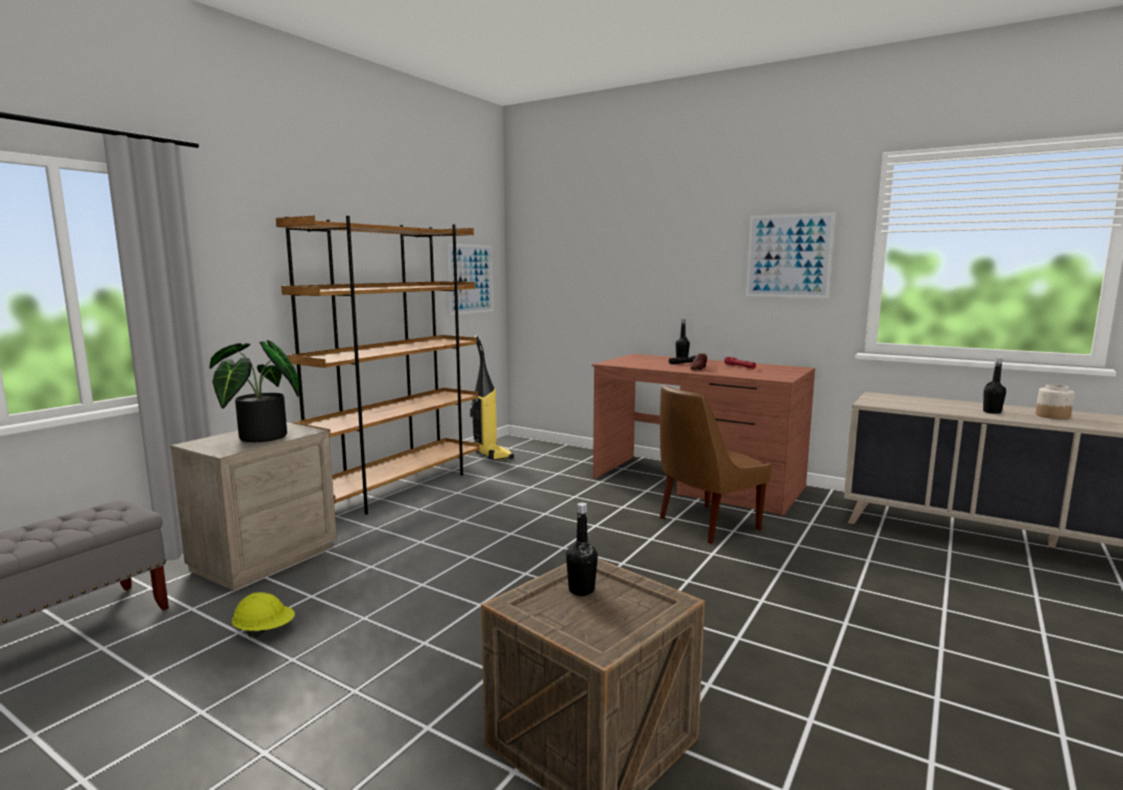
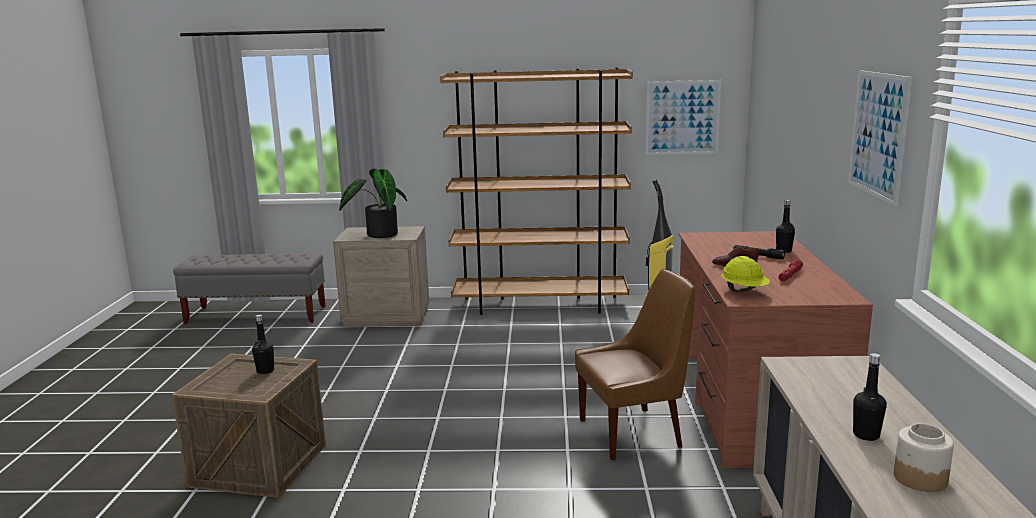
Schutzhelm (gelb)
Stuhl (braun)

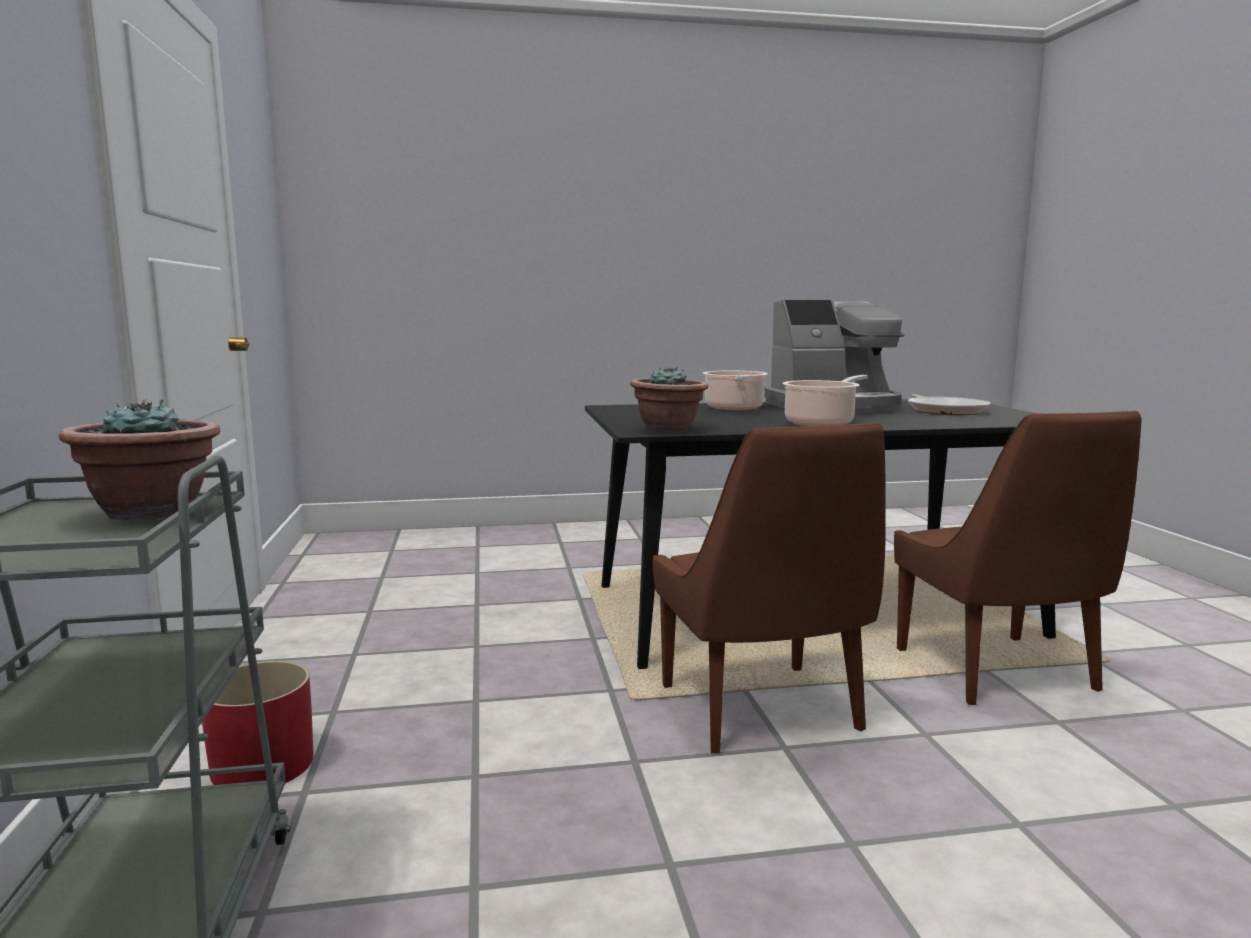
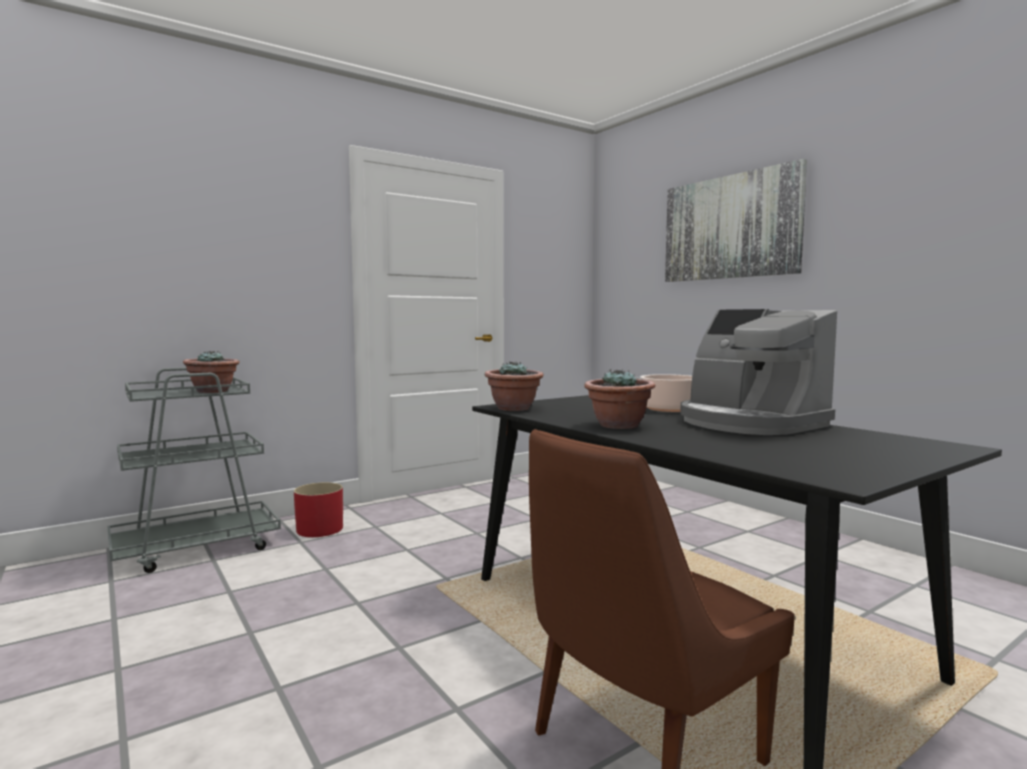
Stuhl (braun) (no. 1 from left in the first image)
Pfanne
Bild
Topfpflanze (no. 3 from left)

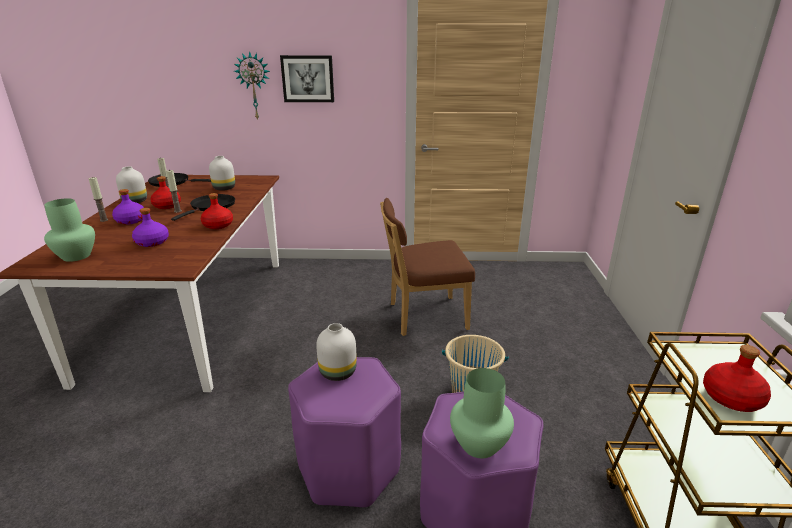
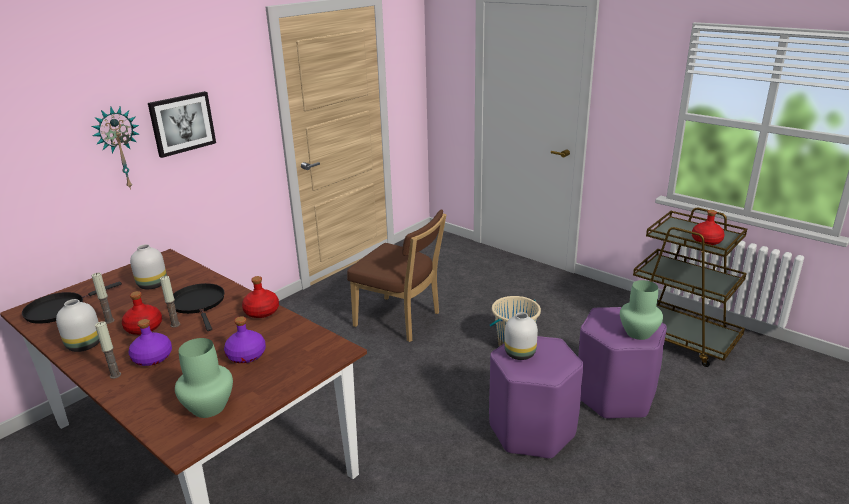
Stuhl (braun)

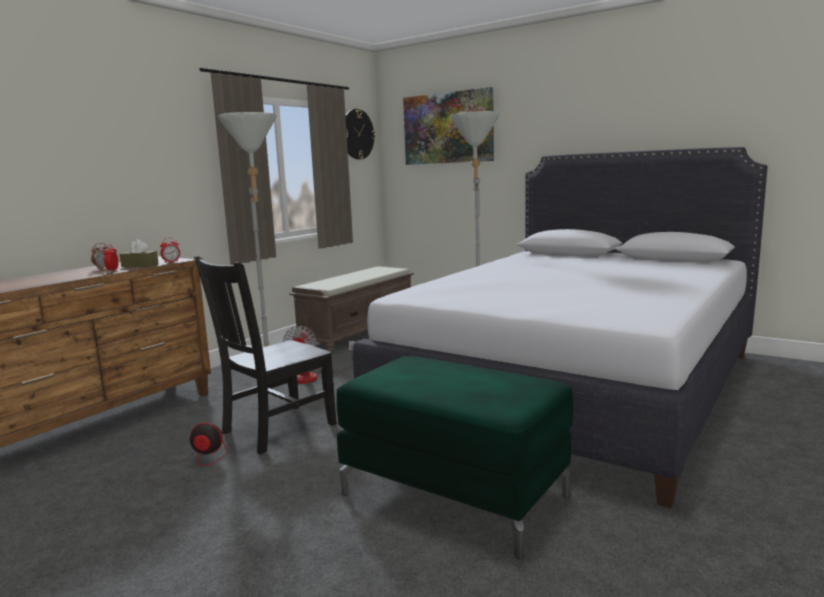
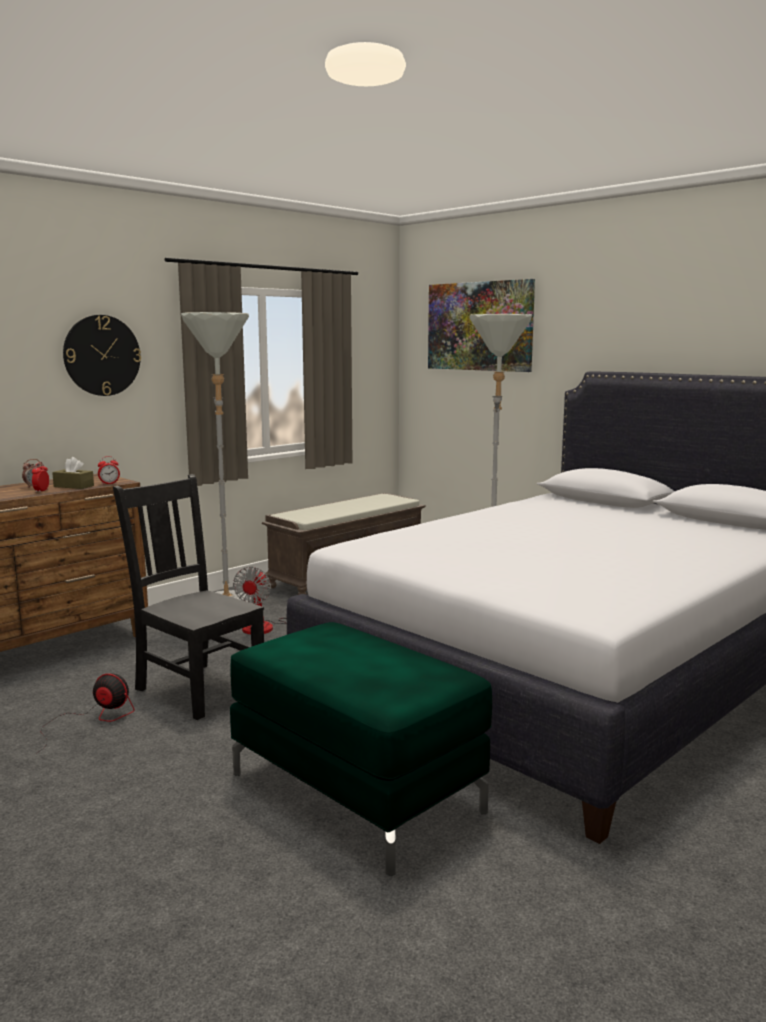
Wanduhr
Stuhl (schwarz)

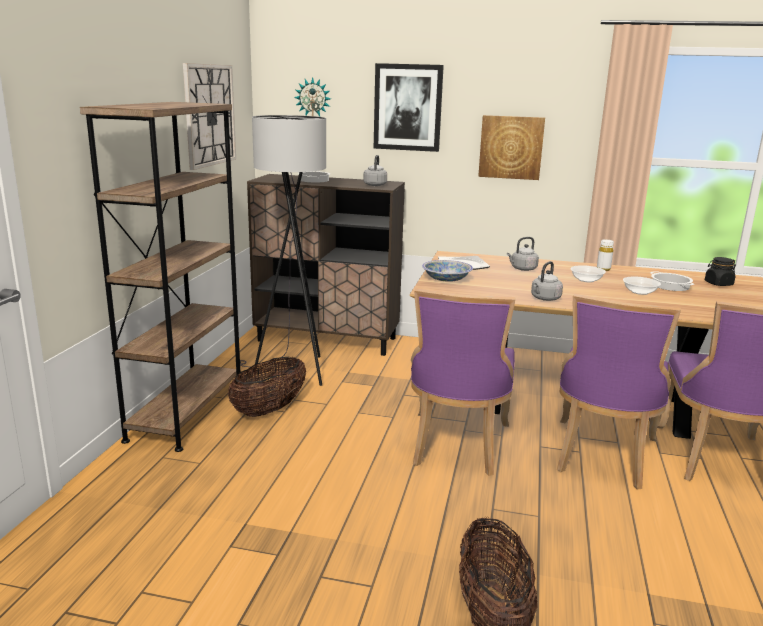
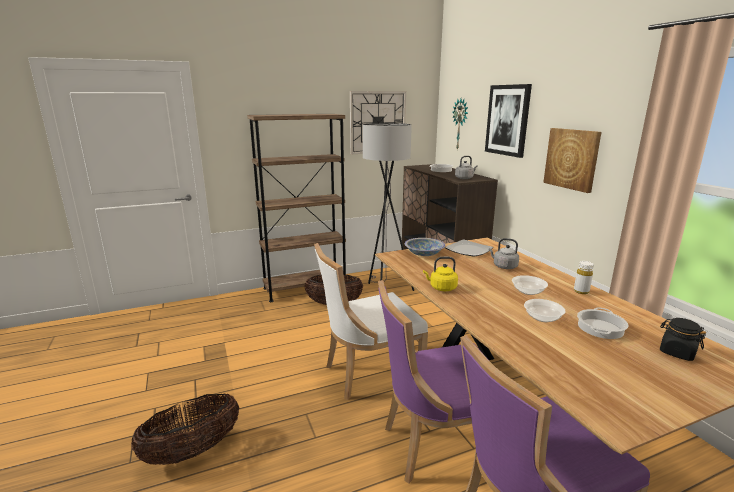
Stuhl (weiß)
Wasserkessel (gelb)

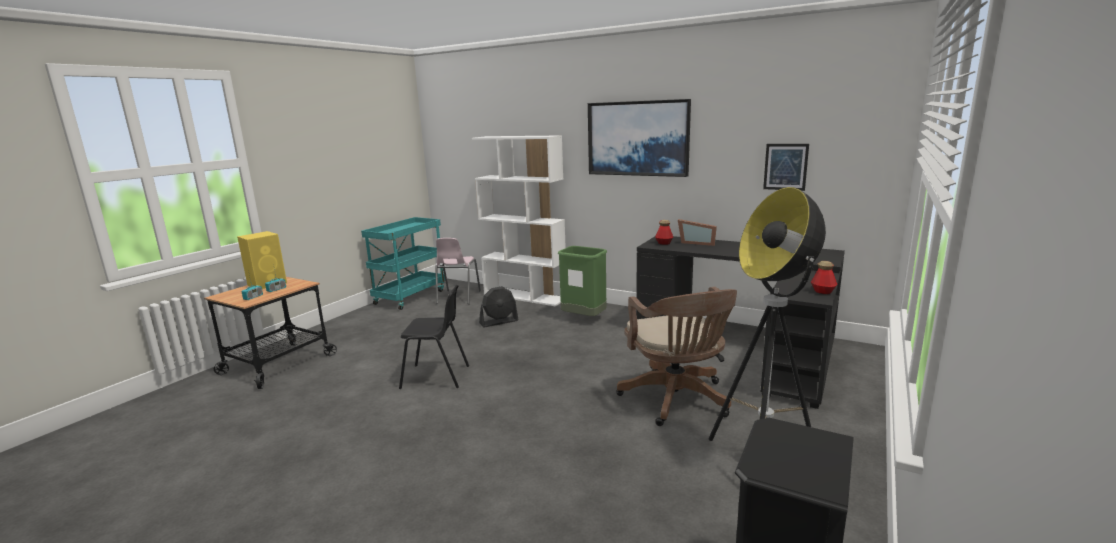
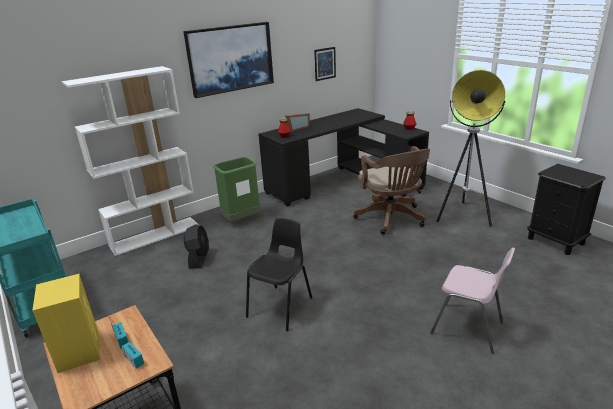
Stuhl (rosa)
Bürostuhl (braun)

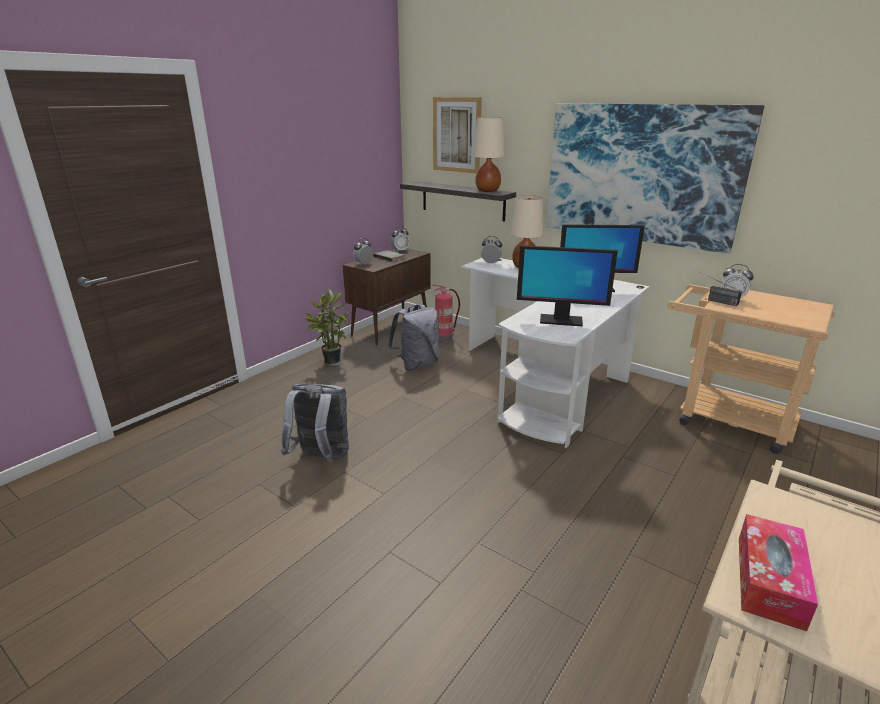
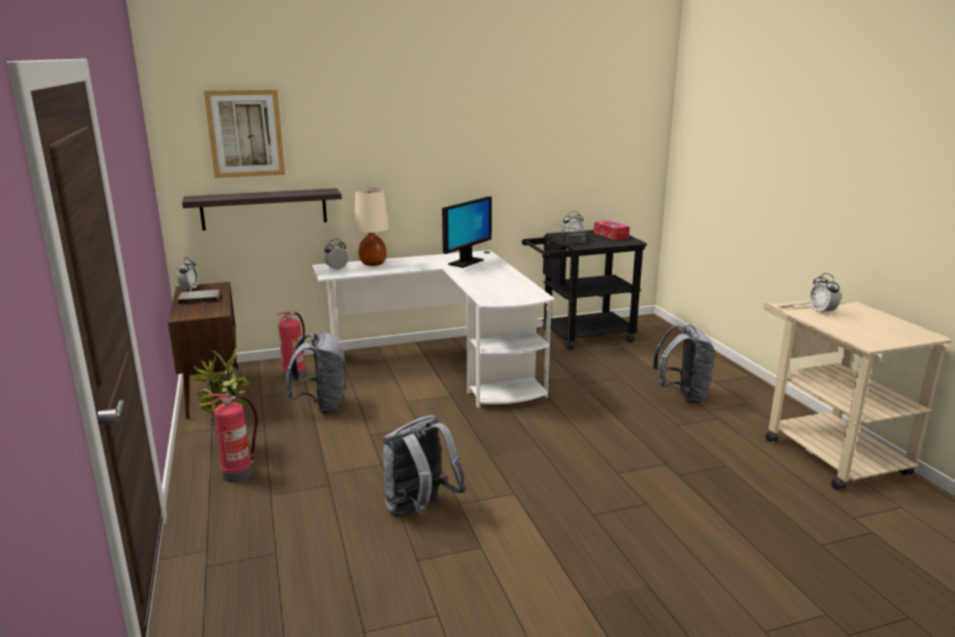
Tischlampe (beige) (no. 1 from left in the first image)
Monitor (no. 1 from left in the first image)
Bild (no. 2 from left in the first image)
Feuerlöscher (no. 1 from left)
Rucksack (grau) (no. 3 from left)
Wecker (no. 4 from left)
Taschentuchbox
Rollwagen (schwarz)

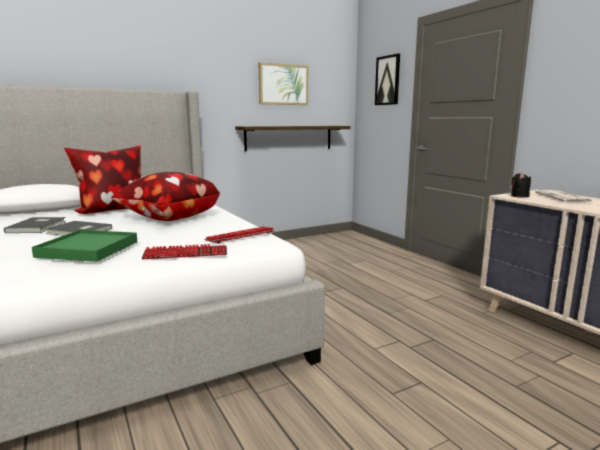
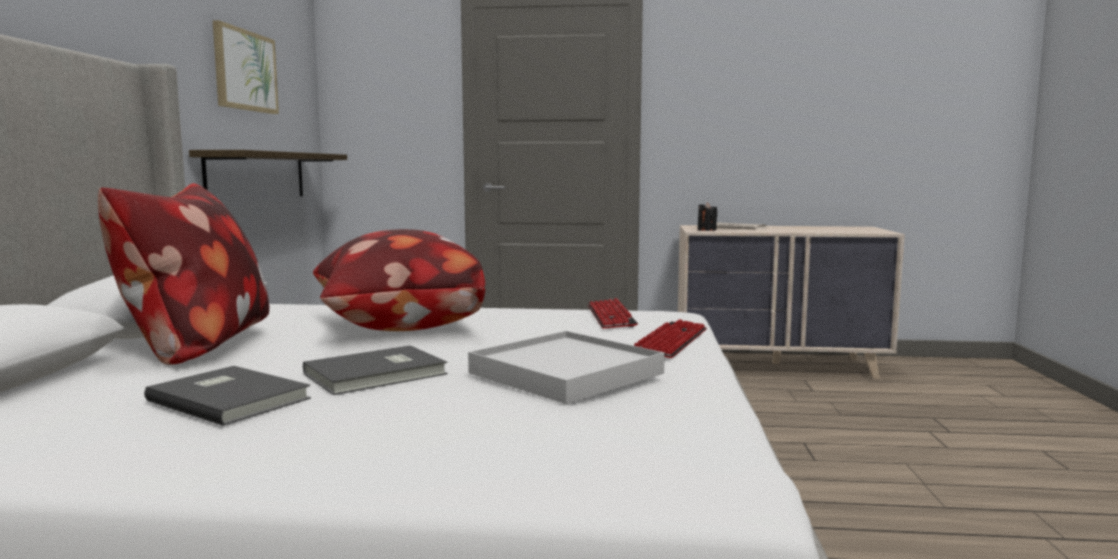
Bild (no. 2 from left in the first image)
Tablett (weiß)

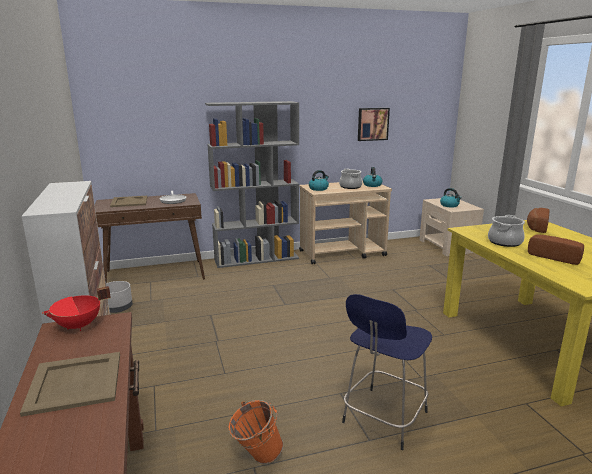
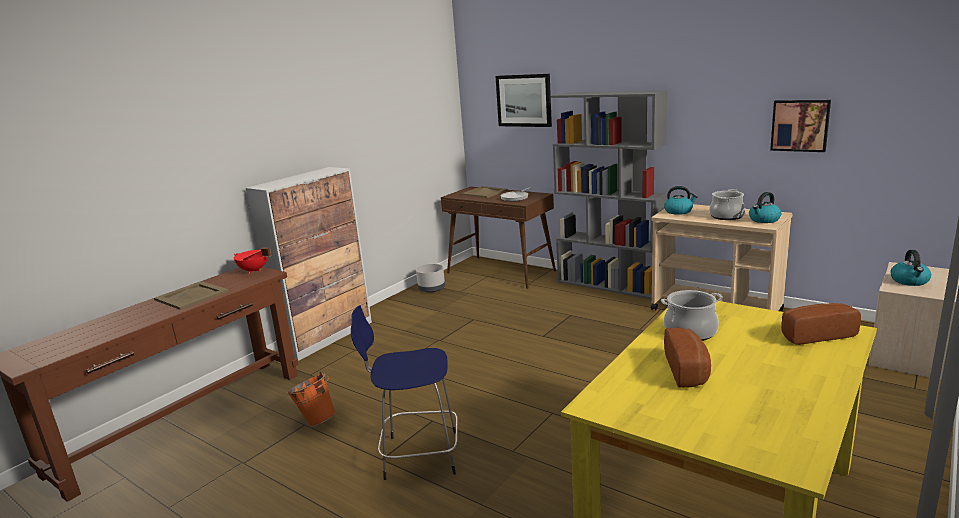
Bild (no. 1 from left)

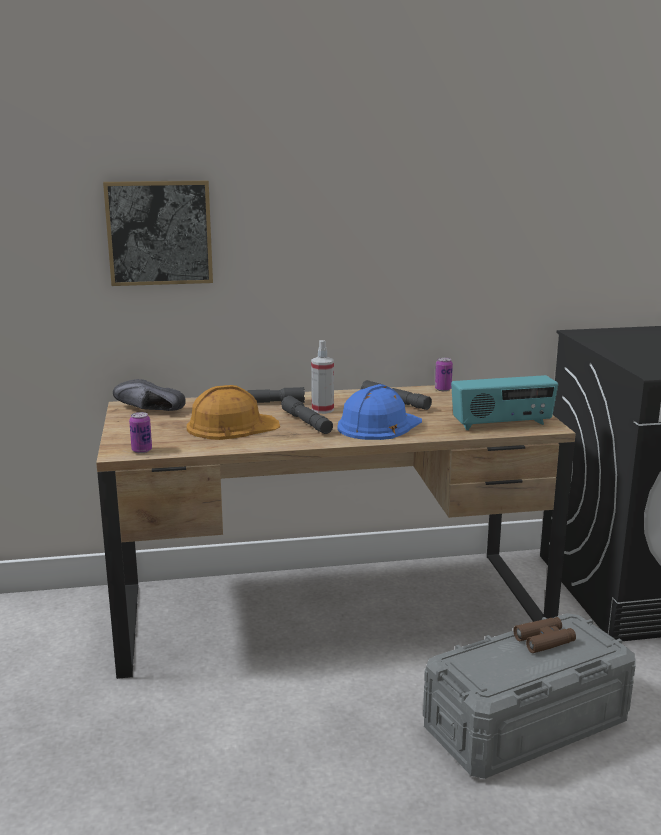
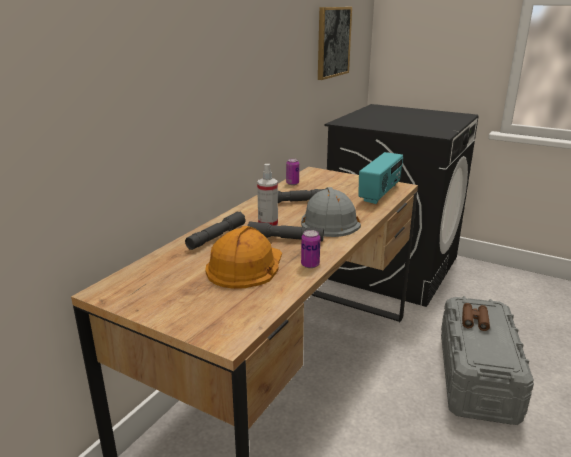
Schuh (schwarz)
Bild
Dose (no. 2 from left)
Schutzhelm (grau)

